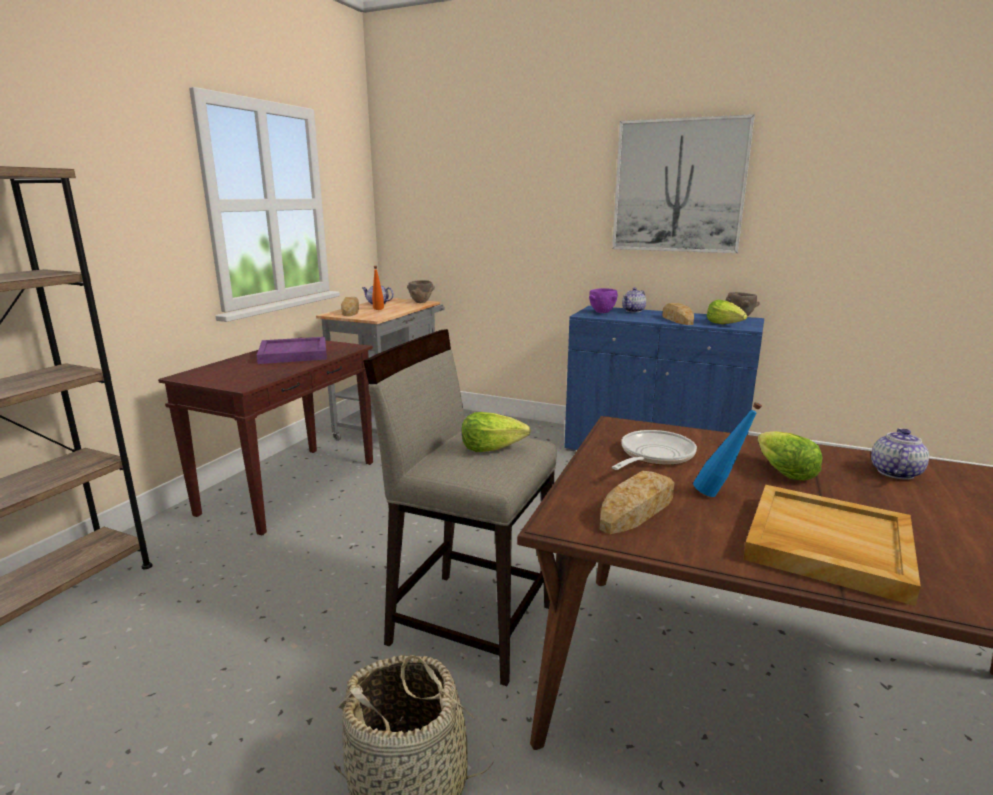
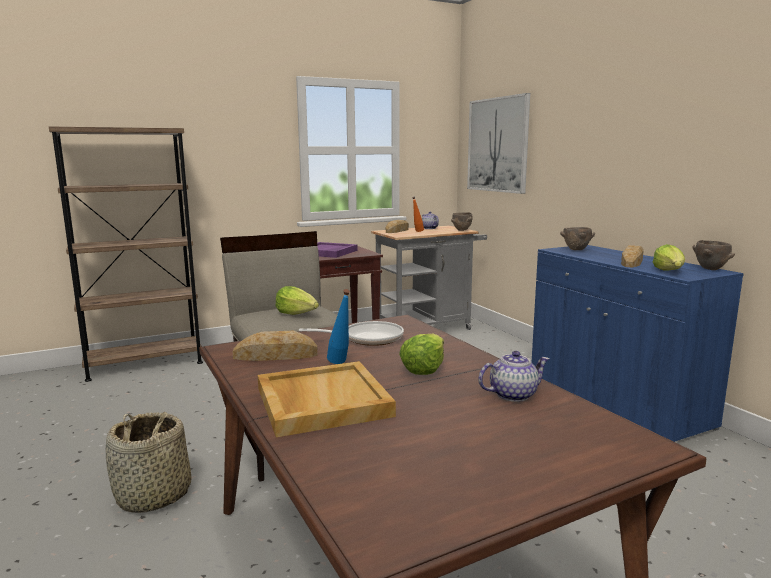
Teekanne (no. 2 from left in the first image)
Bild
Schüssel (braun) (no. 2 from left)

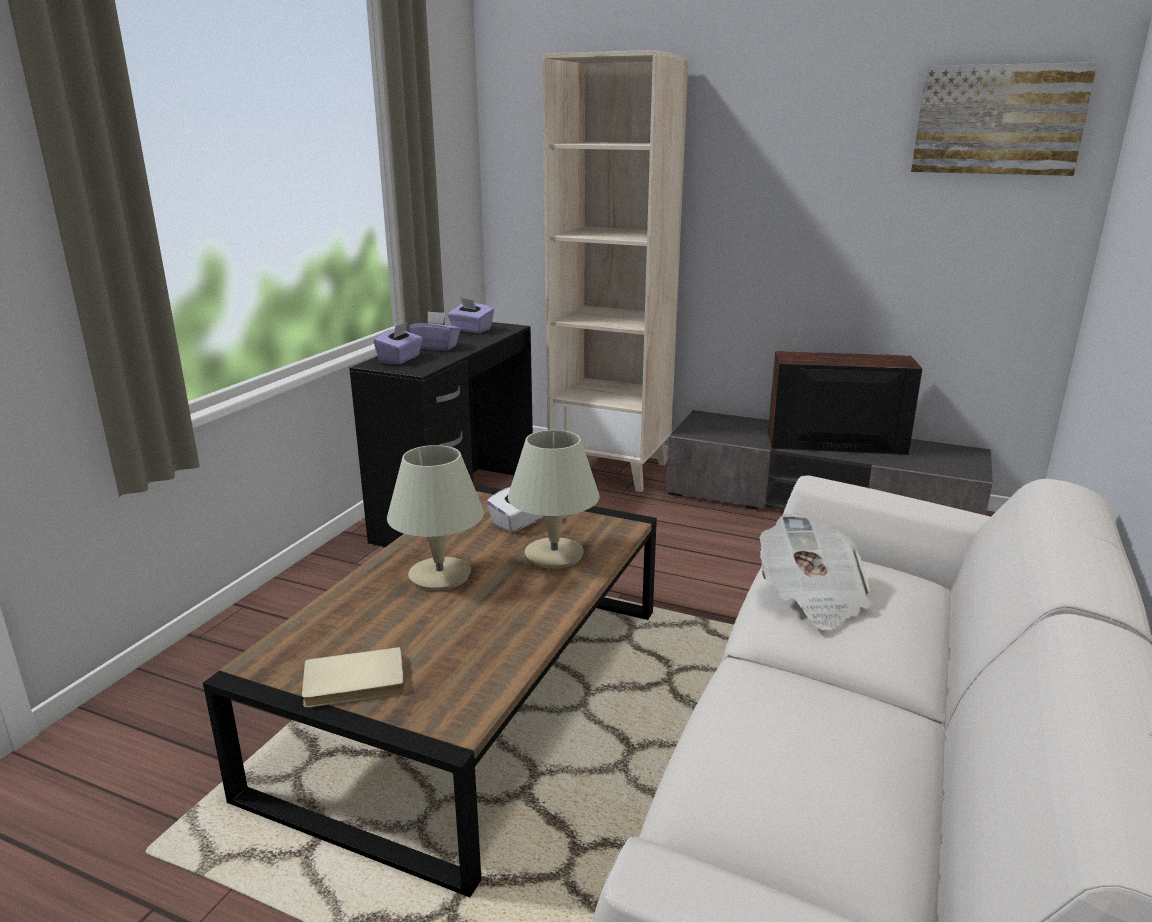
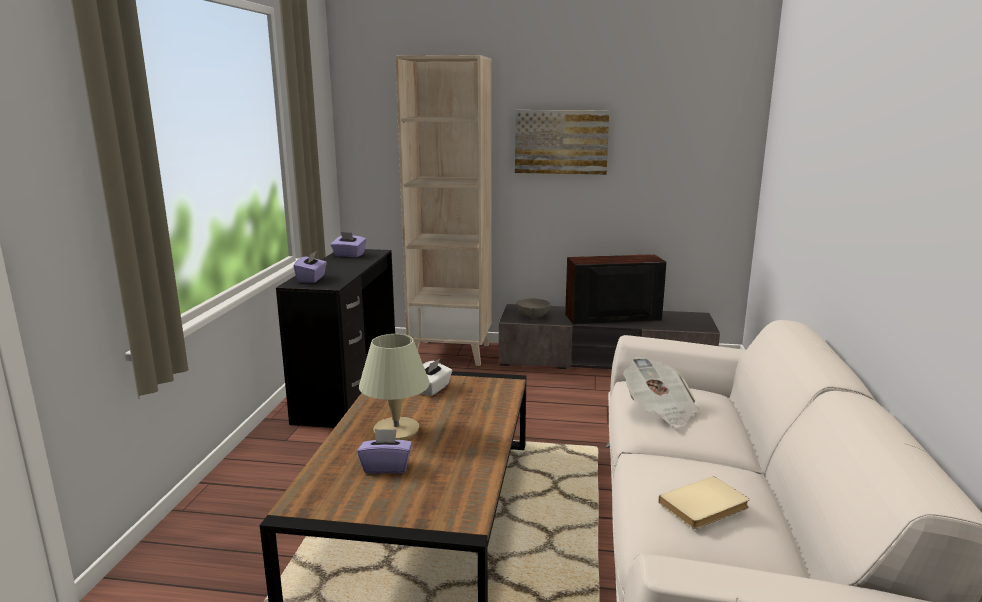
Tischlampe (beige) (no. 2 from left in the first image)
Schüssel (grau)
Buch (beige)
Taschentuchbox (lila) (no. 3 from left)
Bild

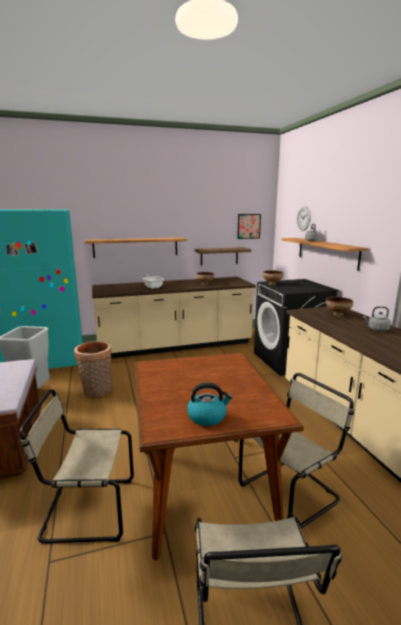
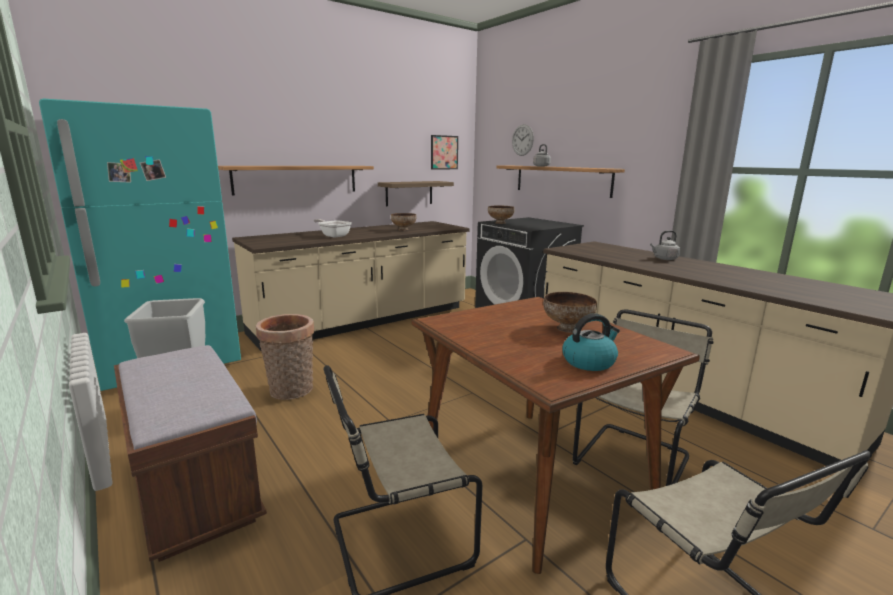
Schüssel (no. 3 from left)

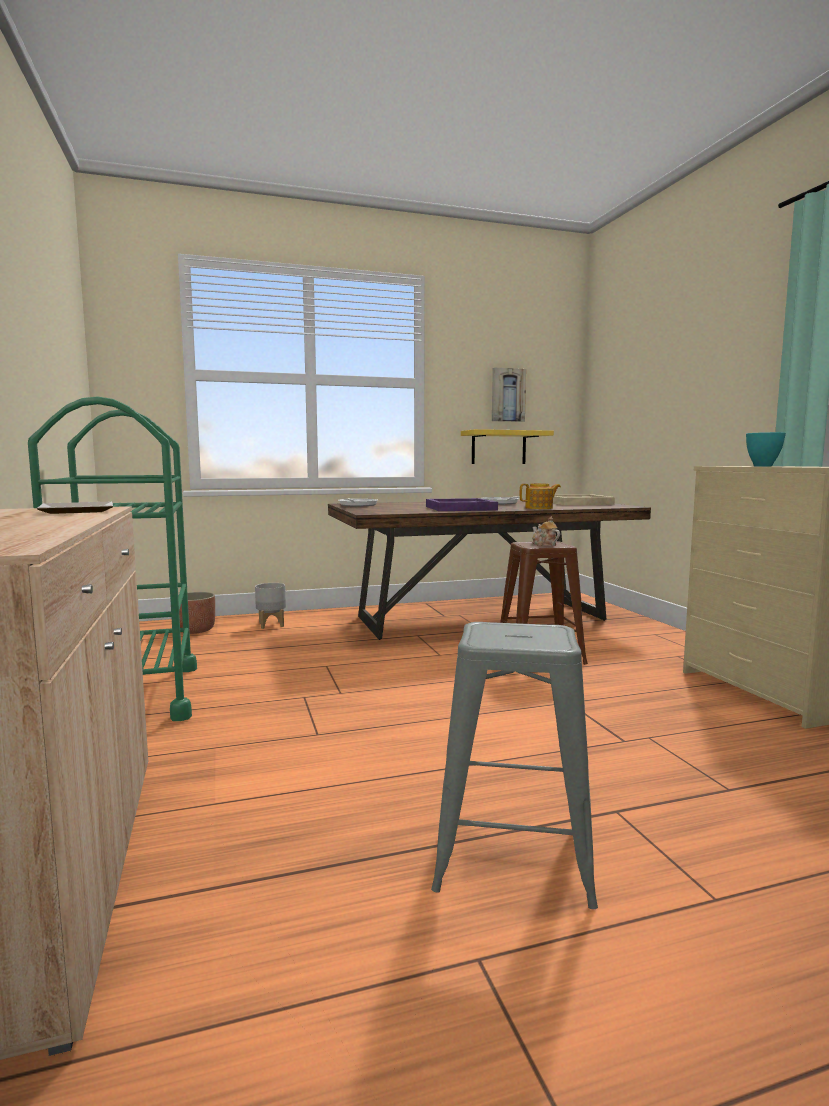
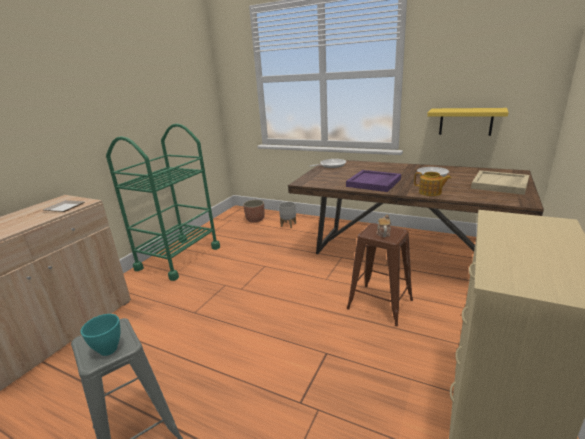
Bild
Schüssel (türkis)

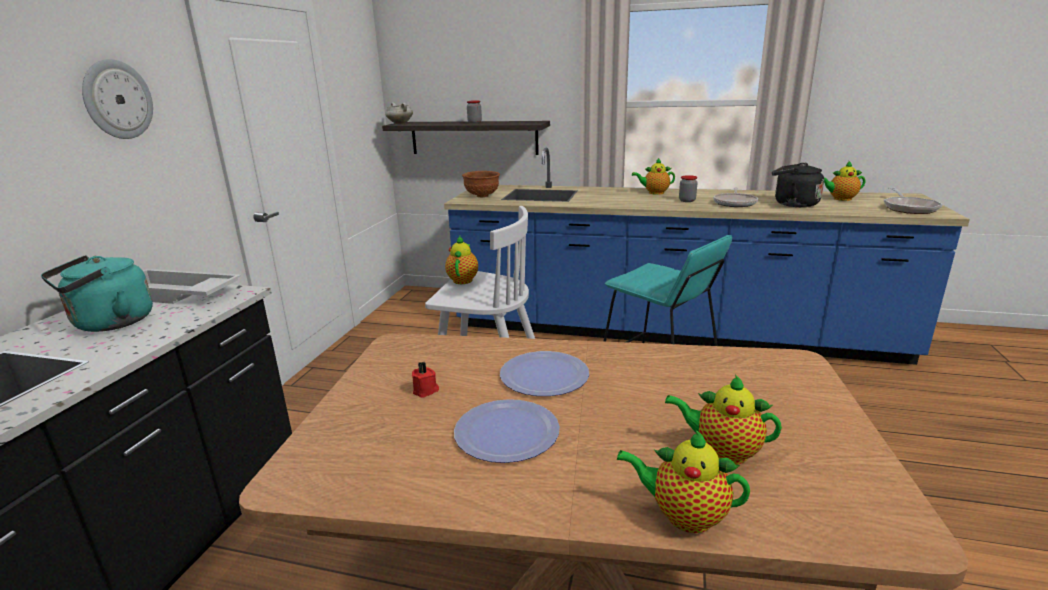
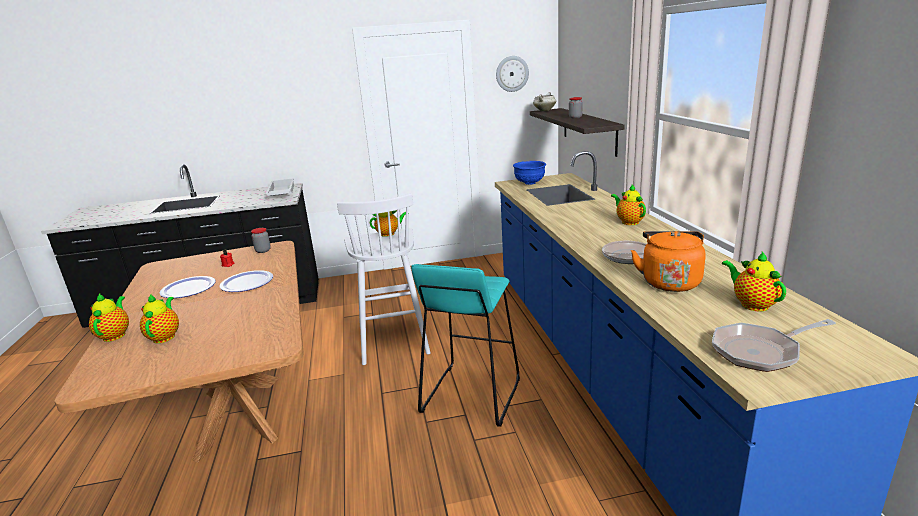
Wasserkessel (türkis)
Wanduhr
Vorratsglas (no. 1 from left)
Schüssel (blau)
Wasserkessel (orange)

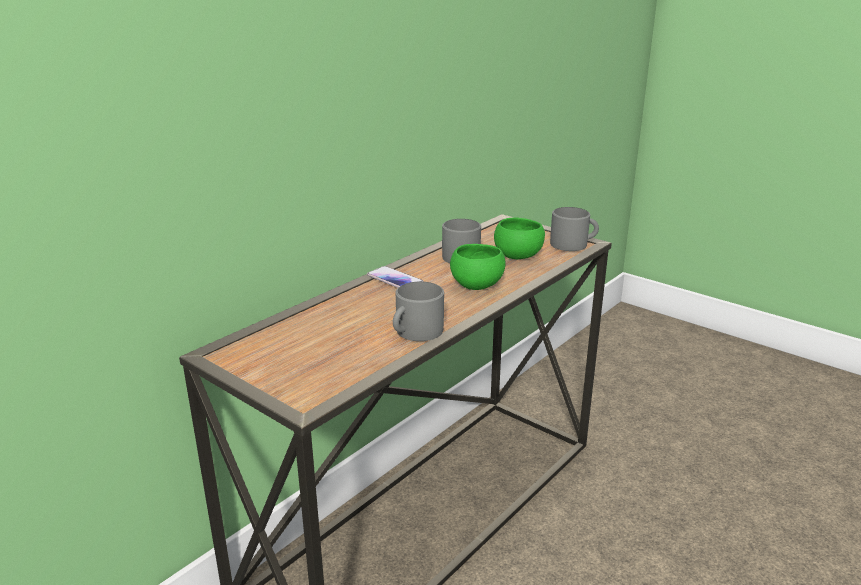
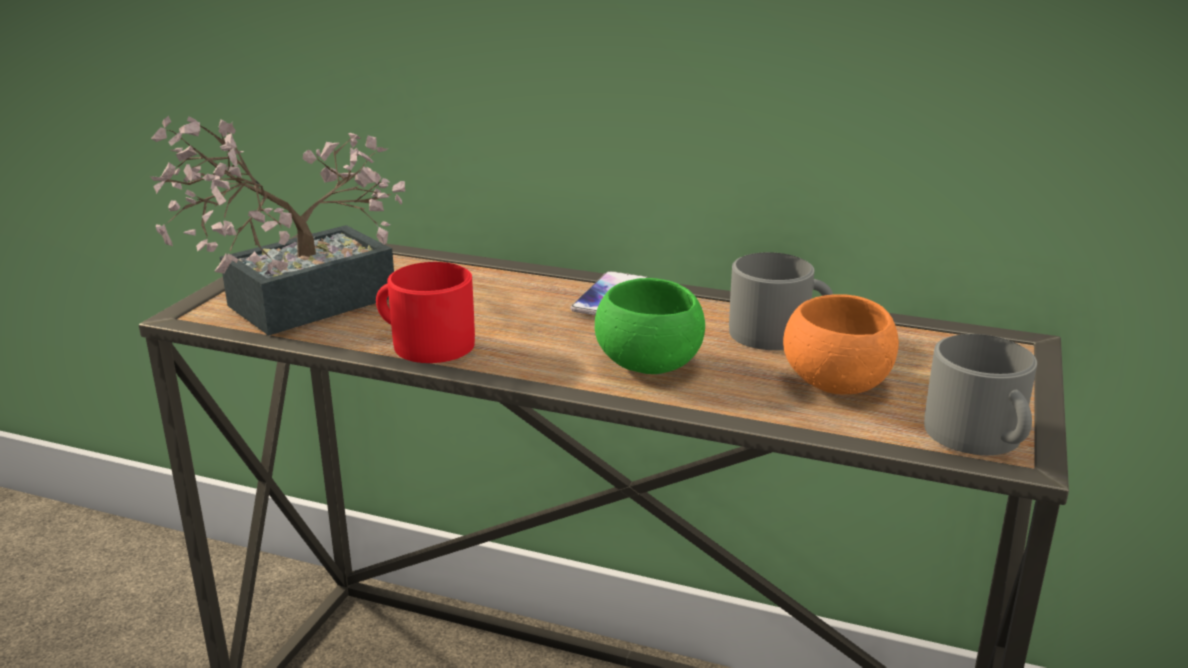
Topfpflanze
Henkelbecher (rot)
Schüssel (orange)

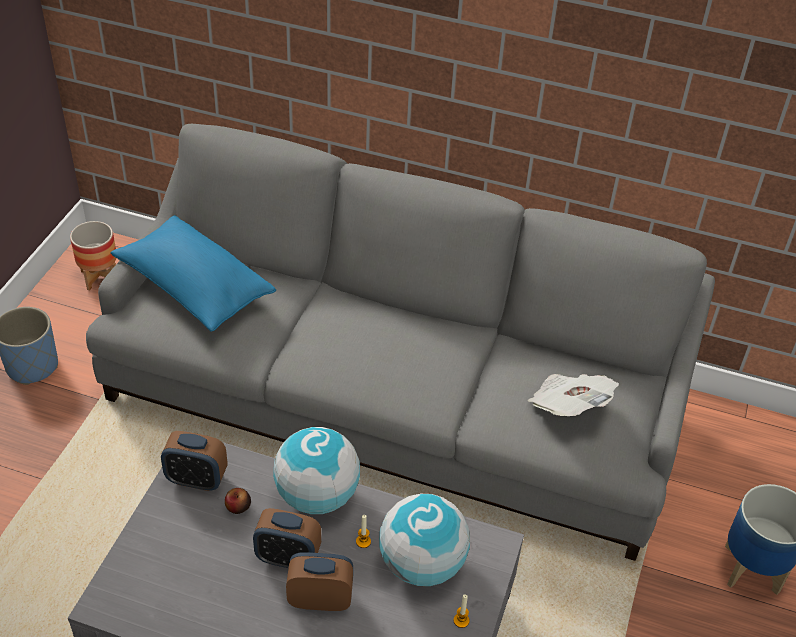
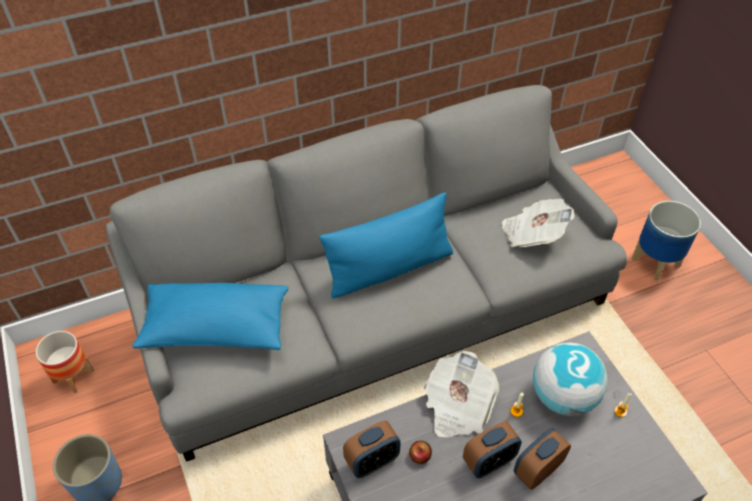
Kissen (blau) (no. 2 from left)
Zeitung (no. 1 from left)

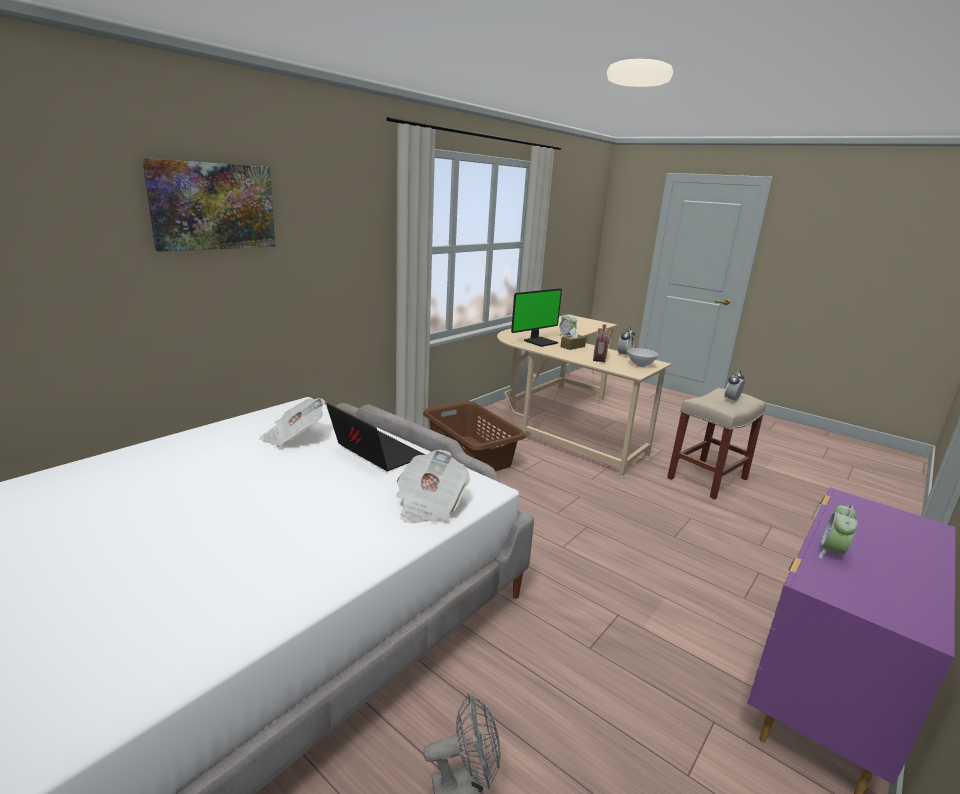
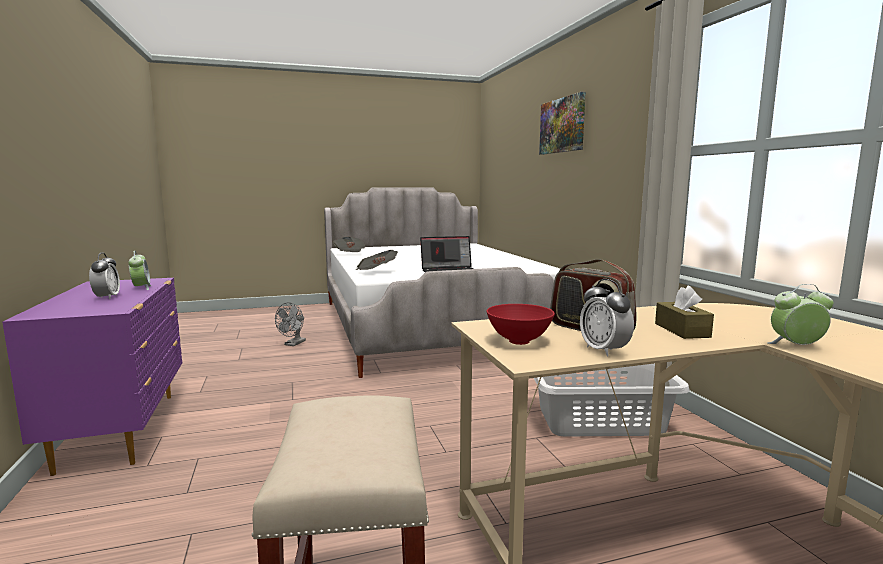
Monitor
Zeitung (no. 1 from left)
Wecker (no. 1 from left)
Wäschekorb (grau)
Schüssel (rot)

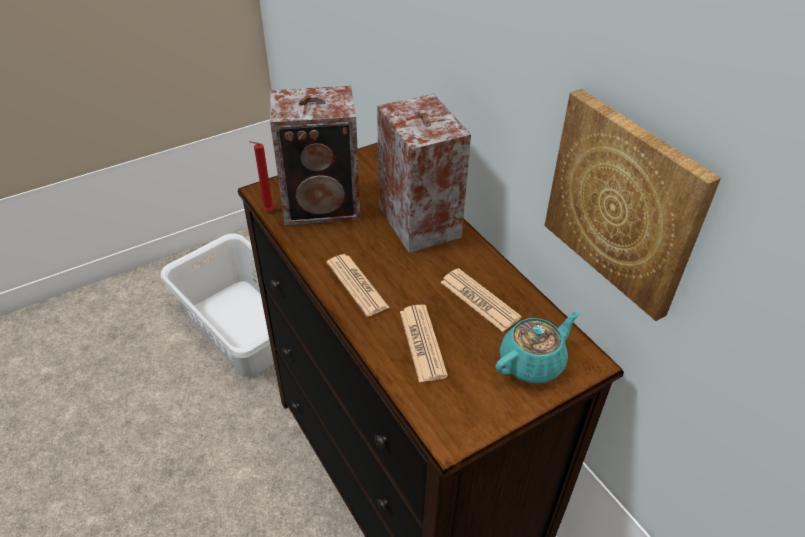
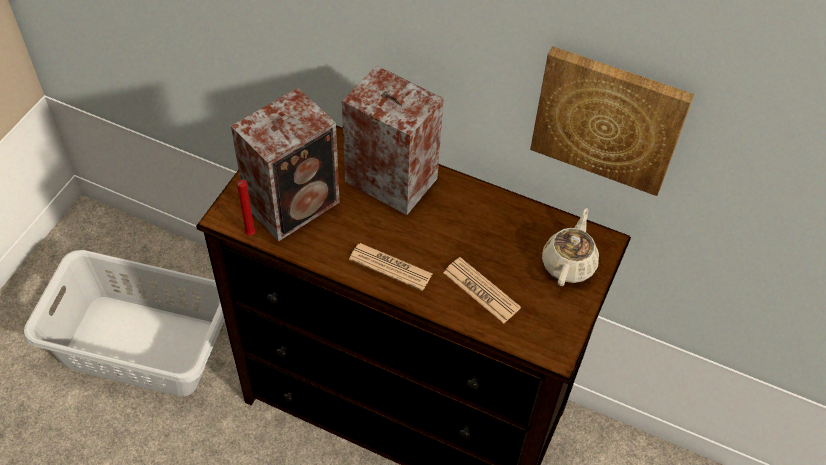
Zeitung (no. 3 from left in the first image)
Teekanne (beige)

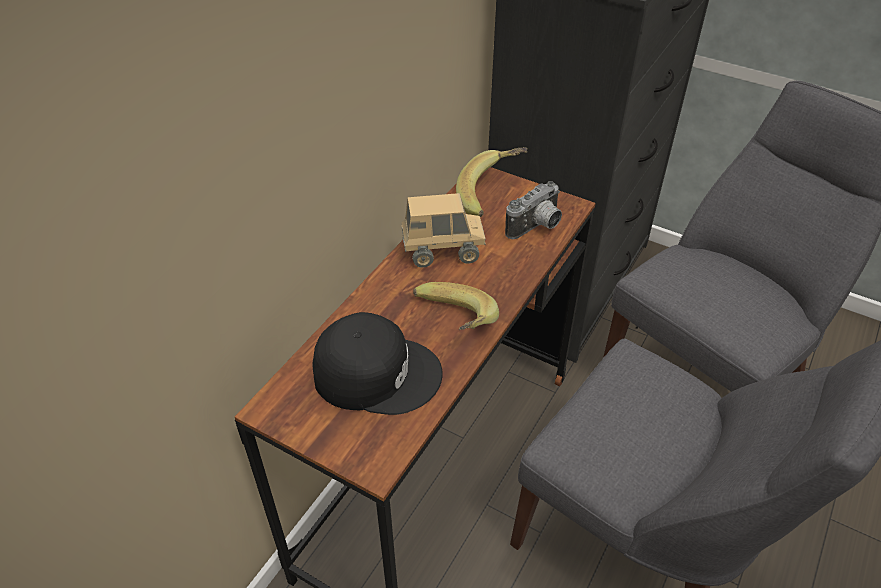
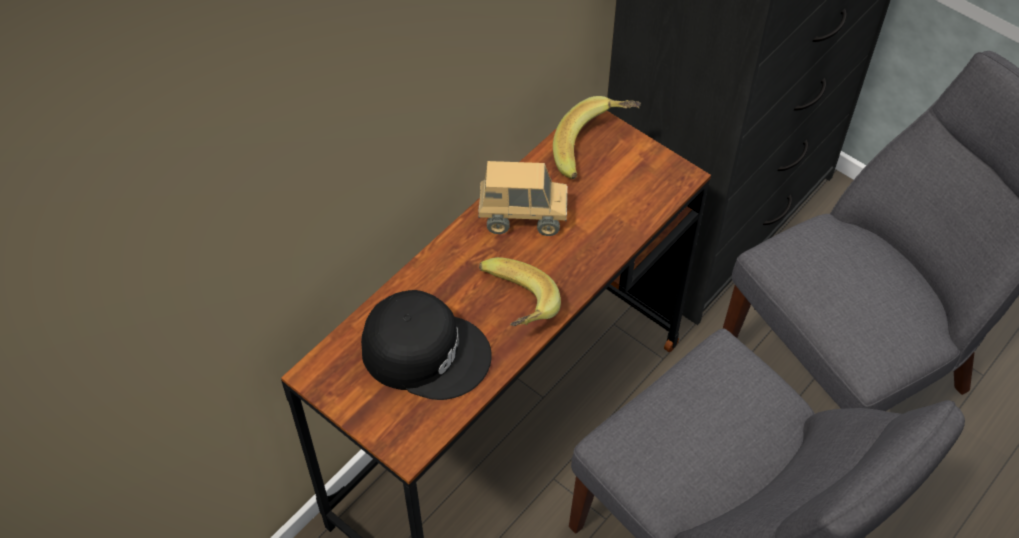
Kamera

